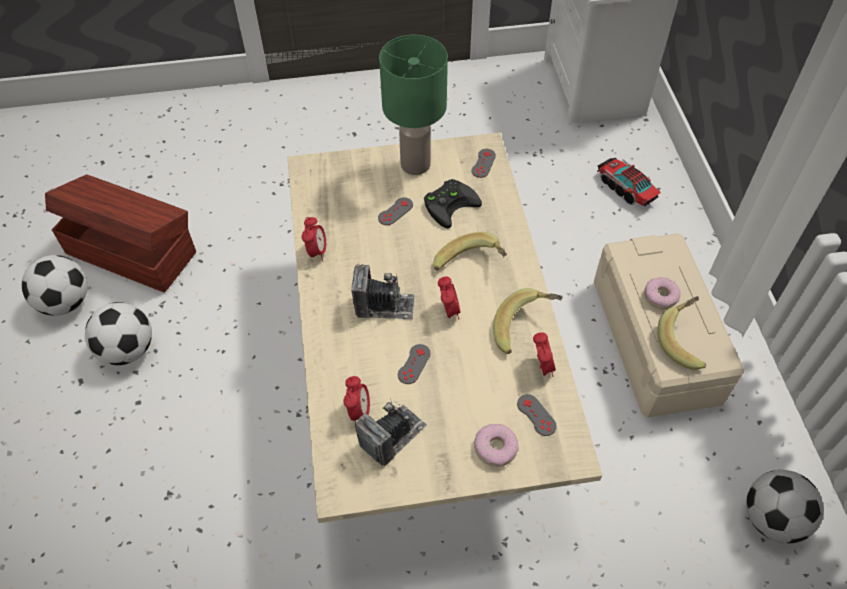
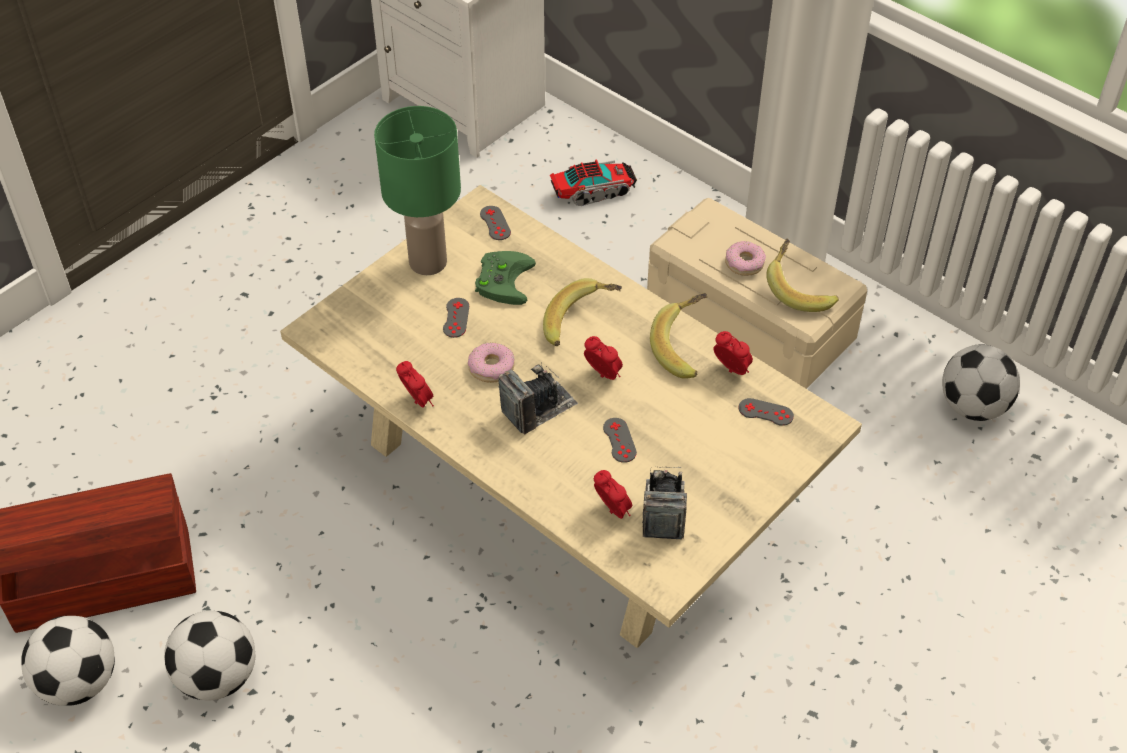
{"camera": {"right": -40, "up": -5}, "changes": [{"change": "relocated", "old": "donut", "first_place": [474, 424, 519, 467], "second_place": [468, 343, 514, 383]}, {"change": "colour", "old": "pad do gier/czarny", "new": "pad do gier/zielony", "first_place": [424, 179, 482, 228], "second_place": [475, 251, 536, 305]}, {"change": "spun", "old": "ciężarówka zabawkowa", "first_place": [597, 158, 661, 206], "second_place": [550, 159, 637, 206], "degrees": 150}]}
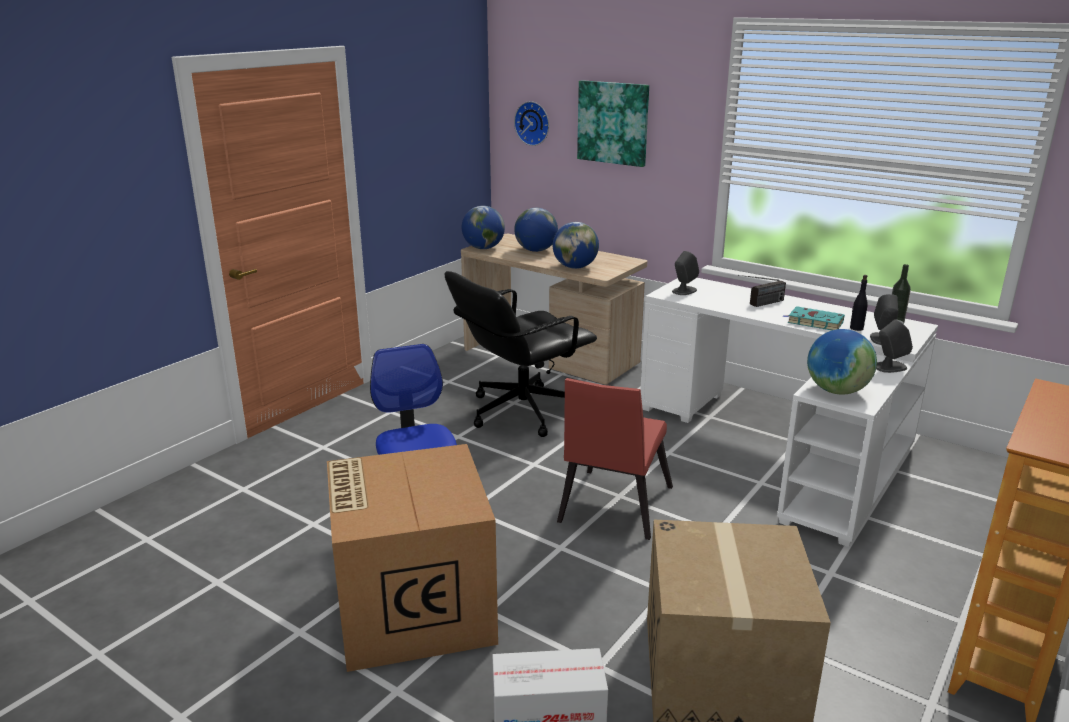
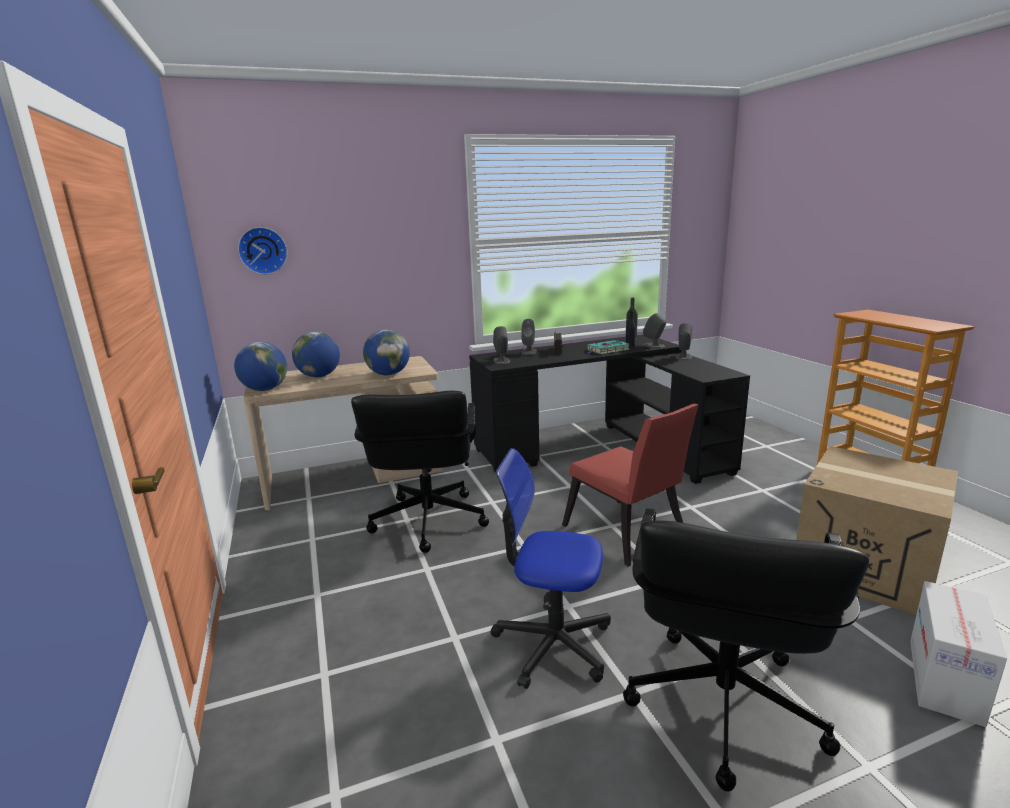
{"camera": {"right": -55, "up": -5}, "changes": [{"change": "missing", "old": "obraz", "first_place": [577, 80, 649, 167]}, {"change": "missing", "old": "globus", "first_place": [807, 329, 877, 395]}, {"change": "appeared", "new": "głośnik/szary", "second_place": [521, 319, 537, 355]}, {"change": "exchanged", "old": "karton", "new": "krzesło biurowe/czarny", "first_place": [327, 444, 498, 672], "second_place": [623, 508, 869, 791]}, {"change": "colour", "old": "biurko/biały", "new": "biurko/czarny", "first_place": [640, 278, 938, 547], "second_place": [469, 335, 750, 484]}]}
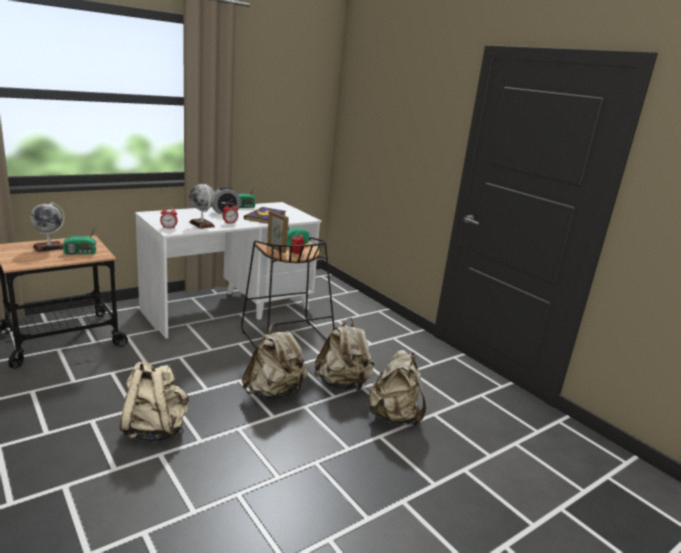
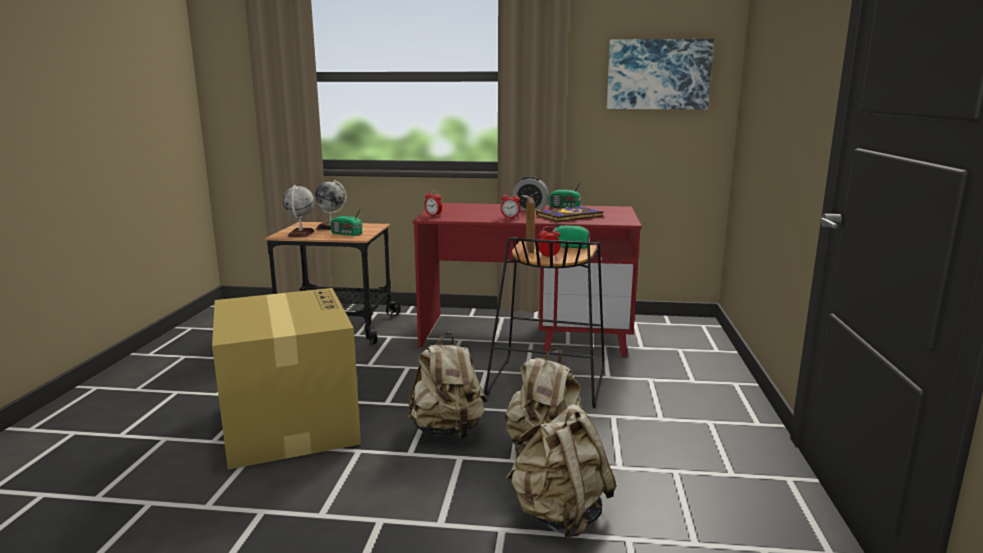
{"camera": {"right": 45, "up": -5}, "changes": [{"change": "appeared", "new": "obraz", "second_place": [607, 39, 714, 109]}, {"change": "relocated", "old": "globus", "first_place": [189, 184, 216, 229], "second_place": [283, 185, 314, 237]}, {"change": "exchanged", "old": "plecak/beżowy", "new": "karton", "first_place": [120, 361, 189, 442], "second_place": [212, 288, 361, 470]}, {"change": "colour", "old": "biurko/biały", "new": "biurko/czerwony", "first_place": [135, 202, 321, 339], "second_place": [413, 203, 642, 358]}]}
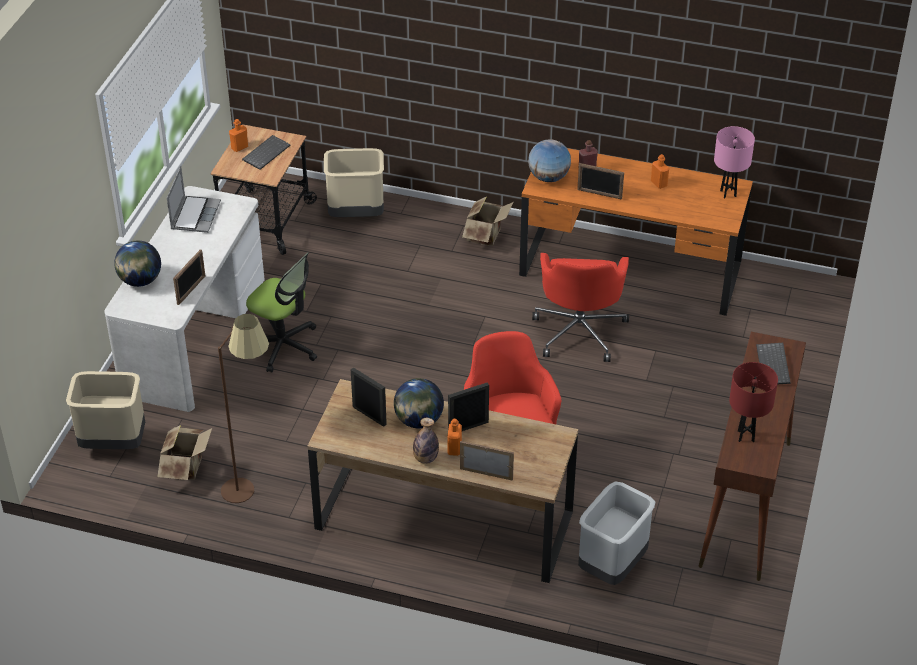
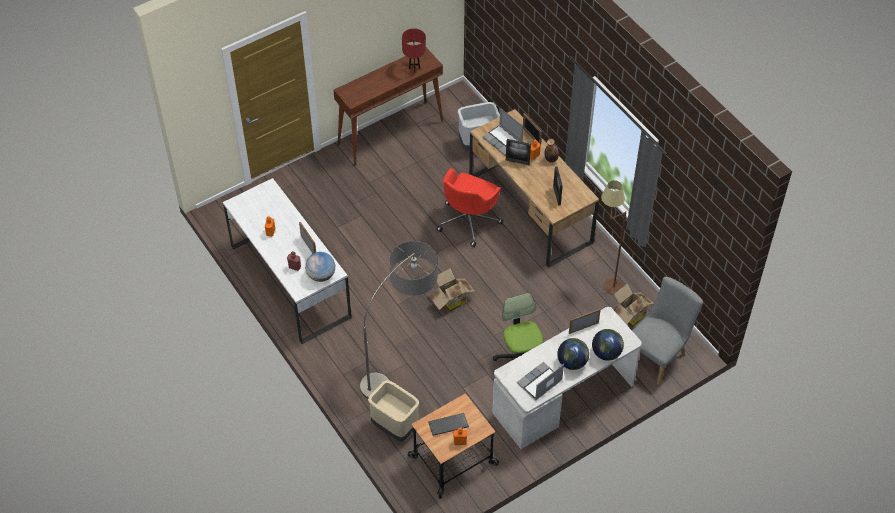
{"camera": {"right": -140, "up": 10}, "changes": [{"change": "missing", "old": "krzesło biurowe/czerwony", "first_place": [532, 253, 629, 362]}, {"change": "missing", "old": "lampa stołowa/różowy", "first_place": [714, 126, 755, 199]}, {"change": "missing", "old": "klawiatura", "first_place": [756, 343, 790, 385]}, {"change": "appeared", "new": "lampa stojąca", "second_place": [360, 241, 438, 399]}, {"change": "appeared", "new": "laptop", "second_place": [482, 108, 523, 155]}, {"change": "relocated", "old": "globus", "first_place": [394, 378, 444, 428], "second_place": [557, 338, 589, 370]}, {"change": "relocated", "old": "karton", "first_place": [462, 196, 514, 246], "second_place": [429, 268, 475, 312]}, {"change": "exchanged", "old": "kosz na śmieci/beżowy", "new": "krzesło/szary", "first_place": [66, 371, 145, 449], "second_place": [632, 277, 703, 385]}, {"change": "colour", "old": "biurko/pomarańczowy", "new": "biurko/biały", "first_place": [519, 148, 753, 316], "second_place": [223, 178, 351, 344]}]}
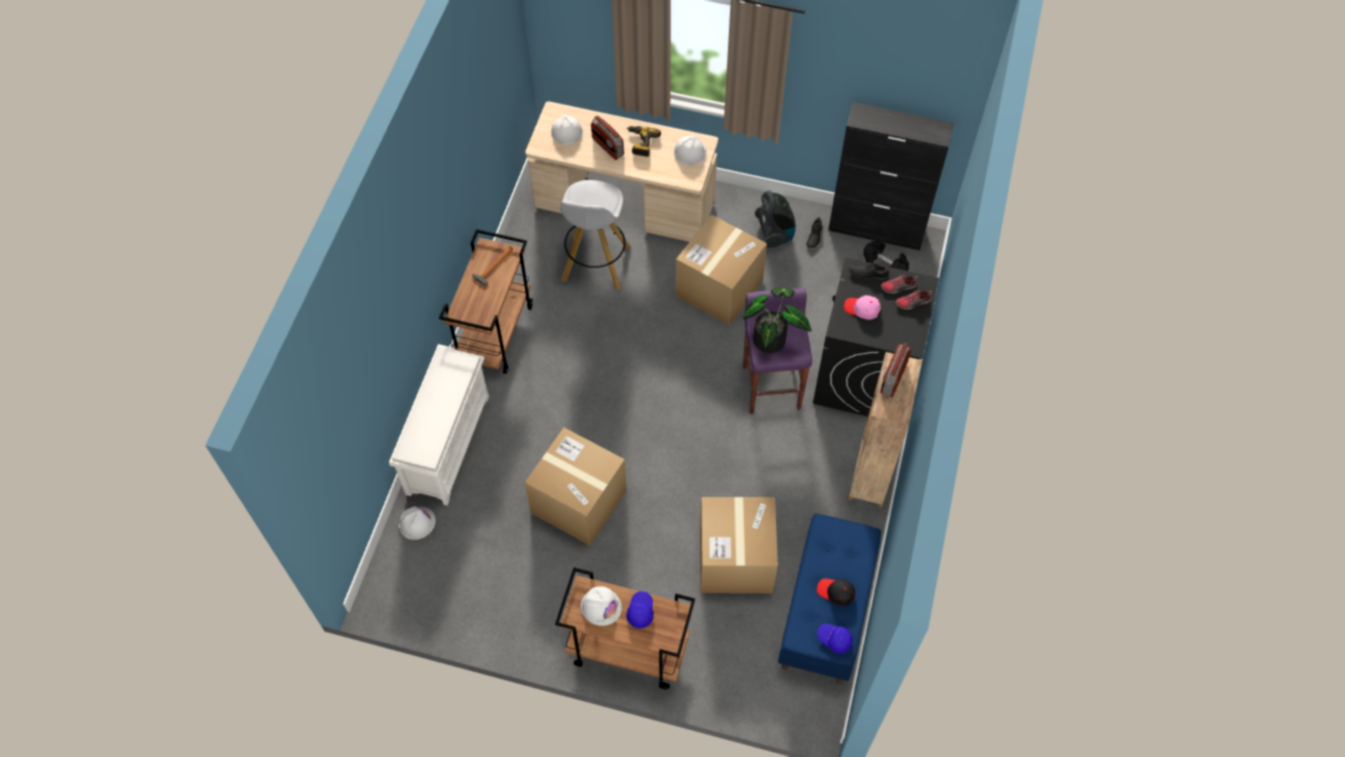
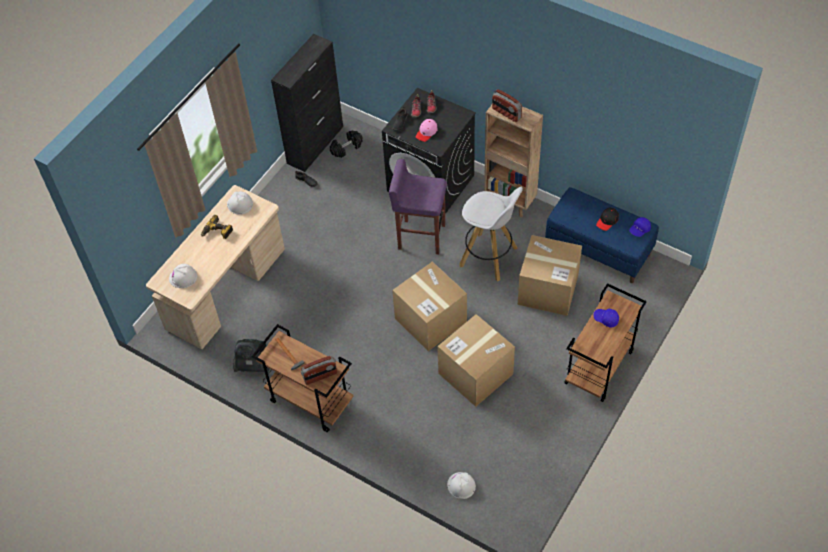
{"camera": {"right": -70, "up": -5}, "changes": [{"change": "missing", "old": "regał na buty/biały", "first_place": [389, 344, 489, 506]}, {"change": "missing", "old": "kask/biały", "first_place": [581, 586, 622, 626]}, {"change": "missing", "old": "roślina doniczkowa", "first_place": [743, 287, 811, 353]}, {"change": "relocated", "old": "stołek/biały", "first_place": [560, 180, 631, 290], "second_place": [459, 187, 523, 282]}, {"change": "relocated", "old": "radio", "first_place": [591, 116, 624, 160], "second_place": [301, 356, 337, 385]}, {"change": "relocated", "old": "karton", "first_place": [675, 214, 767, 325], "second_place": [392, 262, 467, 351]}, {"change": "relocated", "old": "odkurzacz", "first_place": [755, 190, 796, 248], "second_place": [233, 339, 270, 372]}]}
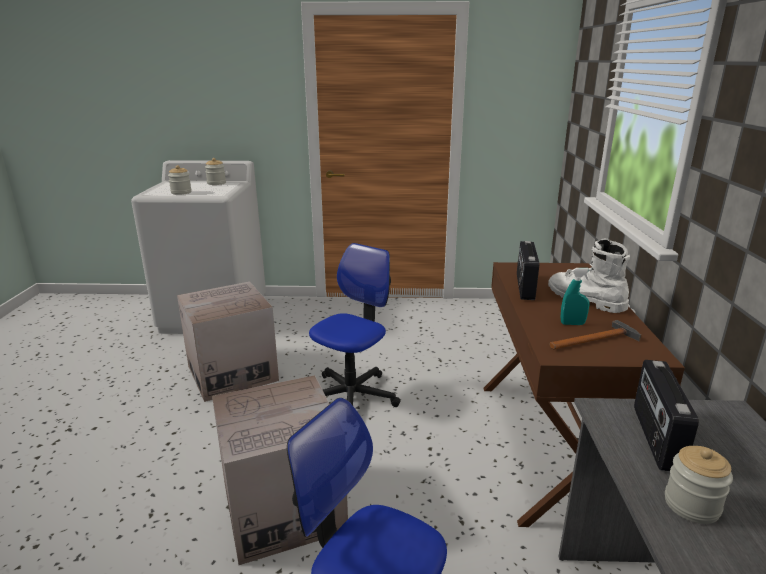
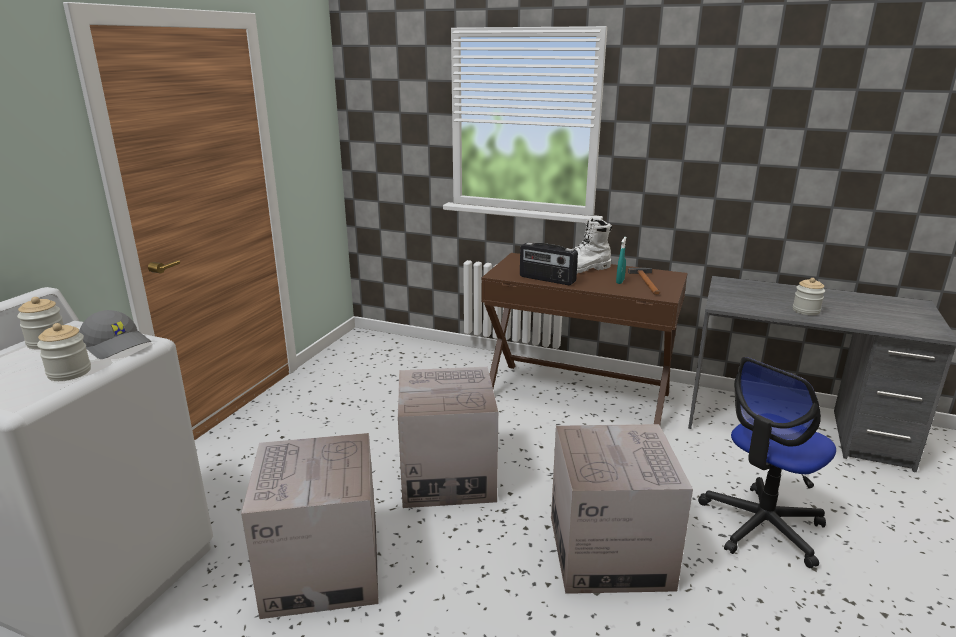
{"camera": {"right": -70, "up": 0}, "changes": [{"change": "missing", "old": "radio", "first_place": [634, 360, 699, 471]}, {"change": "appeared", "new": "czapka z daszkiem/szary", "second_place": [79, 310, 152, 359]}, {"change": "exchanged", "old": "krzesło biurowe", "new": "karton", "first_place": [309, 243, 401, 407], "second_place": [398, 367, 498, 508]}]}
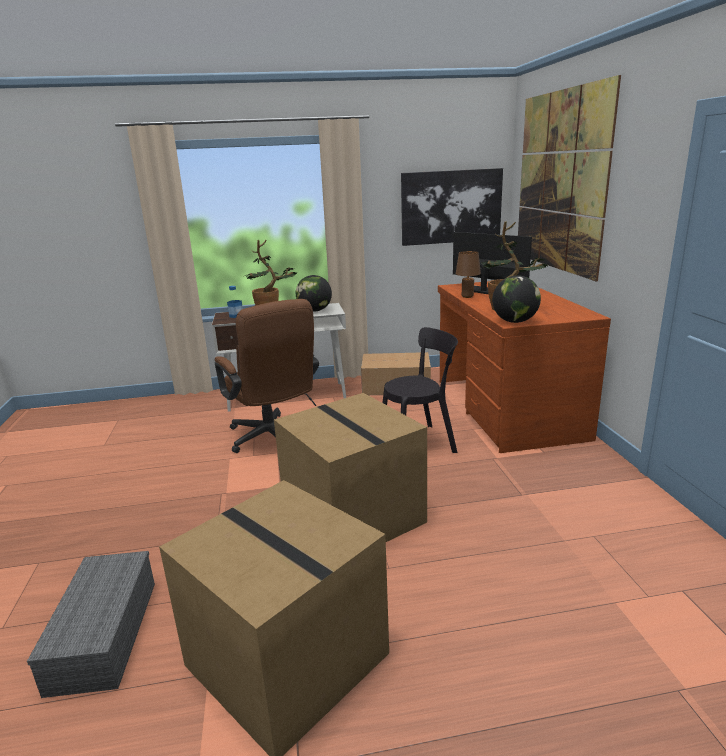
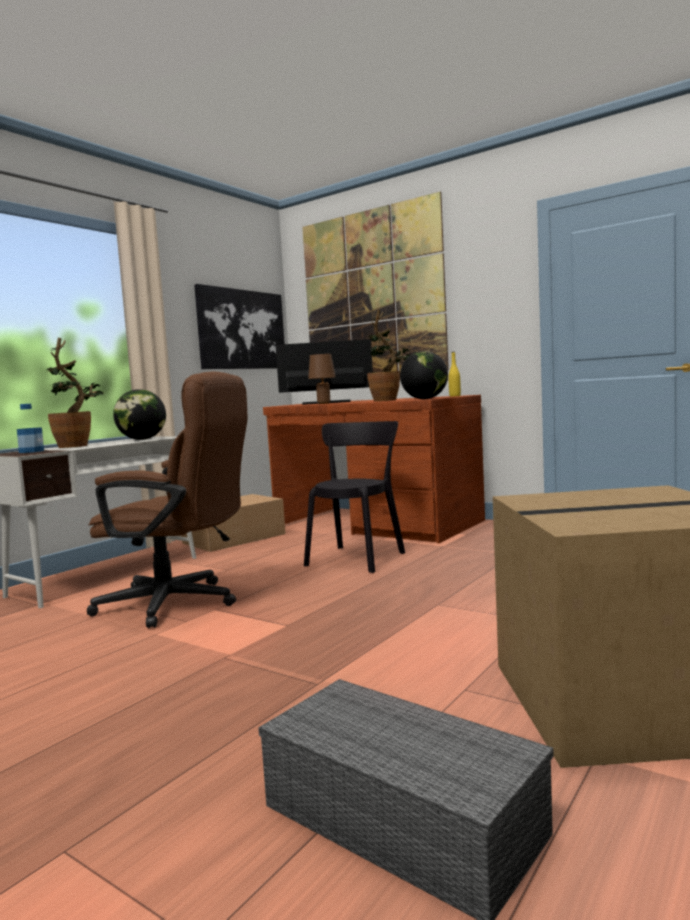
{"camera": {"right": -45, "up": -15}, "changes": [{"change": "missing", "old": "karton", "first_place": [274, 393, 427, 542]}, {"change": "appeared", "new": "butelka/żółty", "second_place": [448, 352, 461, 397]}]}
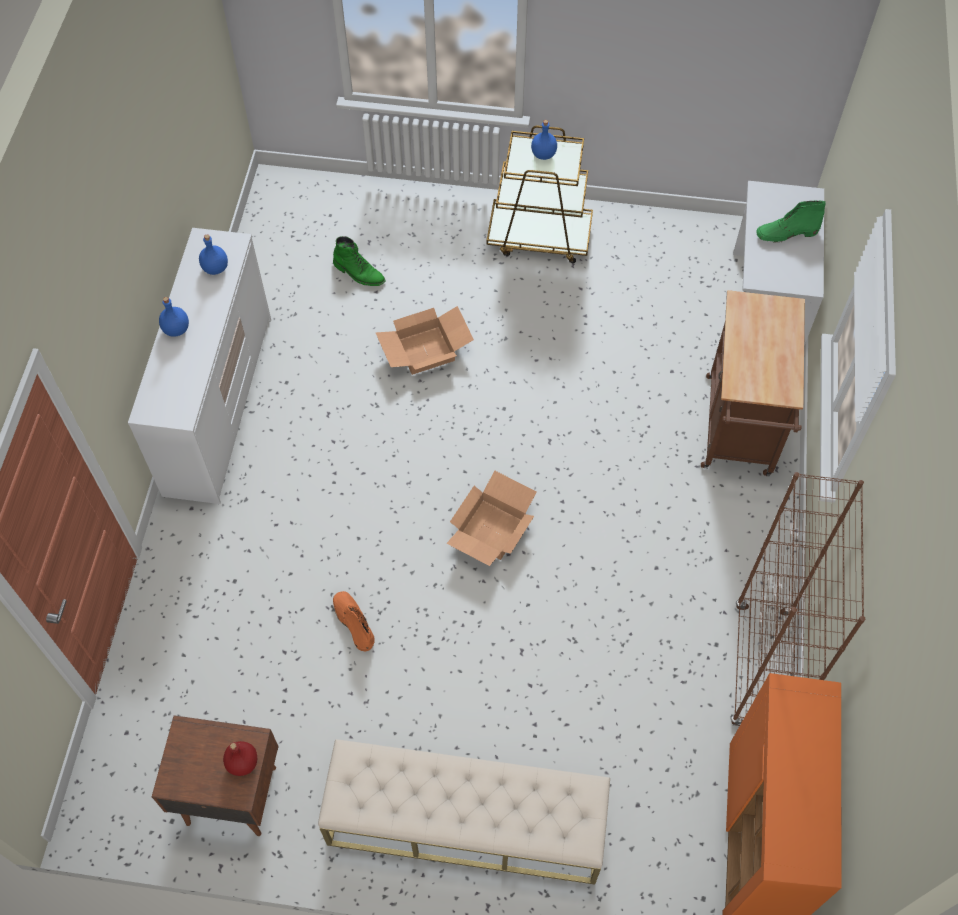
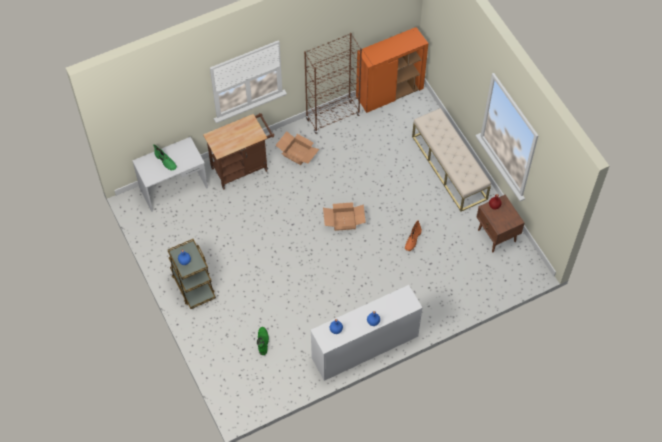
{"camera": {"right": -125, "up": 0}, "changes": [{"change": "relocated", "old": "karton", "first_place": [375, 306, 474, 375], "second_place": [276, 131, 319, 165]}]}
